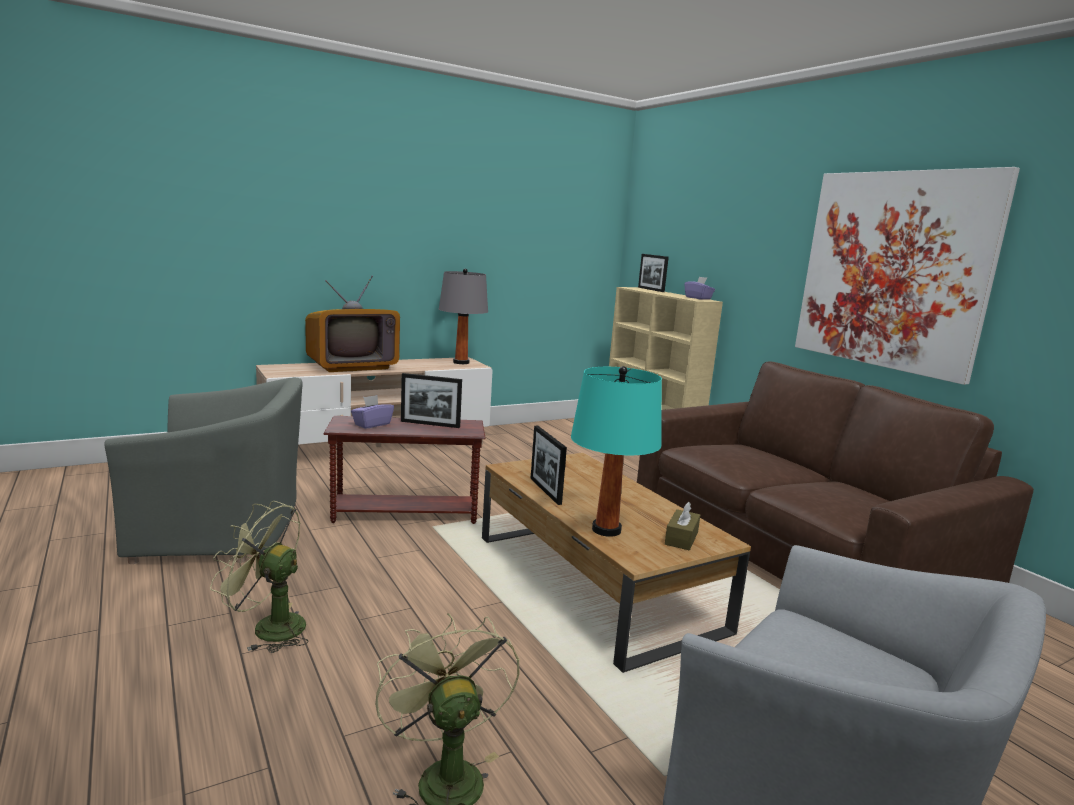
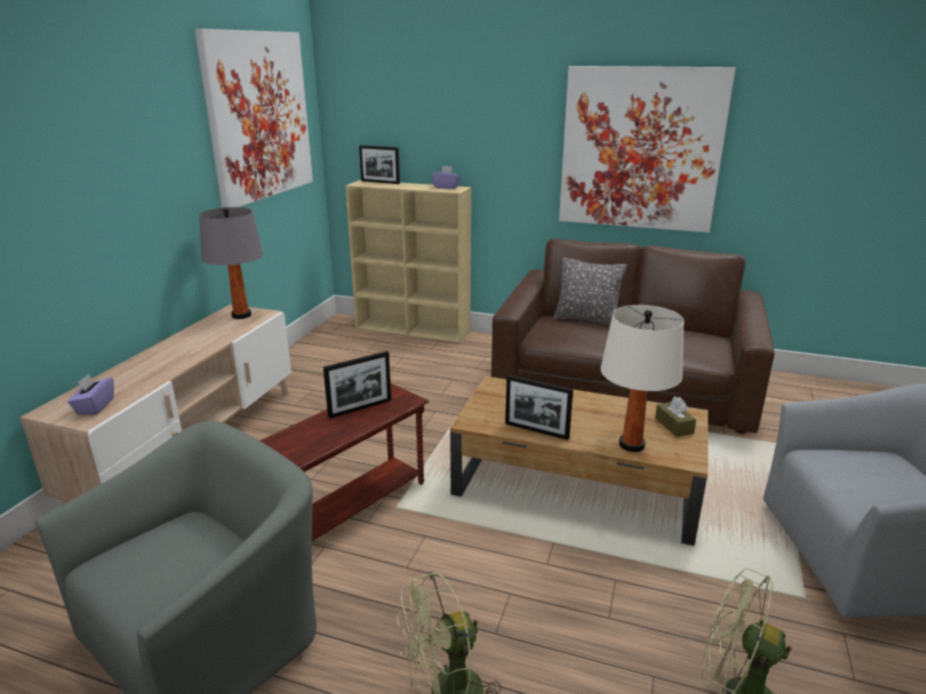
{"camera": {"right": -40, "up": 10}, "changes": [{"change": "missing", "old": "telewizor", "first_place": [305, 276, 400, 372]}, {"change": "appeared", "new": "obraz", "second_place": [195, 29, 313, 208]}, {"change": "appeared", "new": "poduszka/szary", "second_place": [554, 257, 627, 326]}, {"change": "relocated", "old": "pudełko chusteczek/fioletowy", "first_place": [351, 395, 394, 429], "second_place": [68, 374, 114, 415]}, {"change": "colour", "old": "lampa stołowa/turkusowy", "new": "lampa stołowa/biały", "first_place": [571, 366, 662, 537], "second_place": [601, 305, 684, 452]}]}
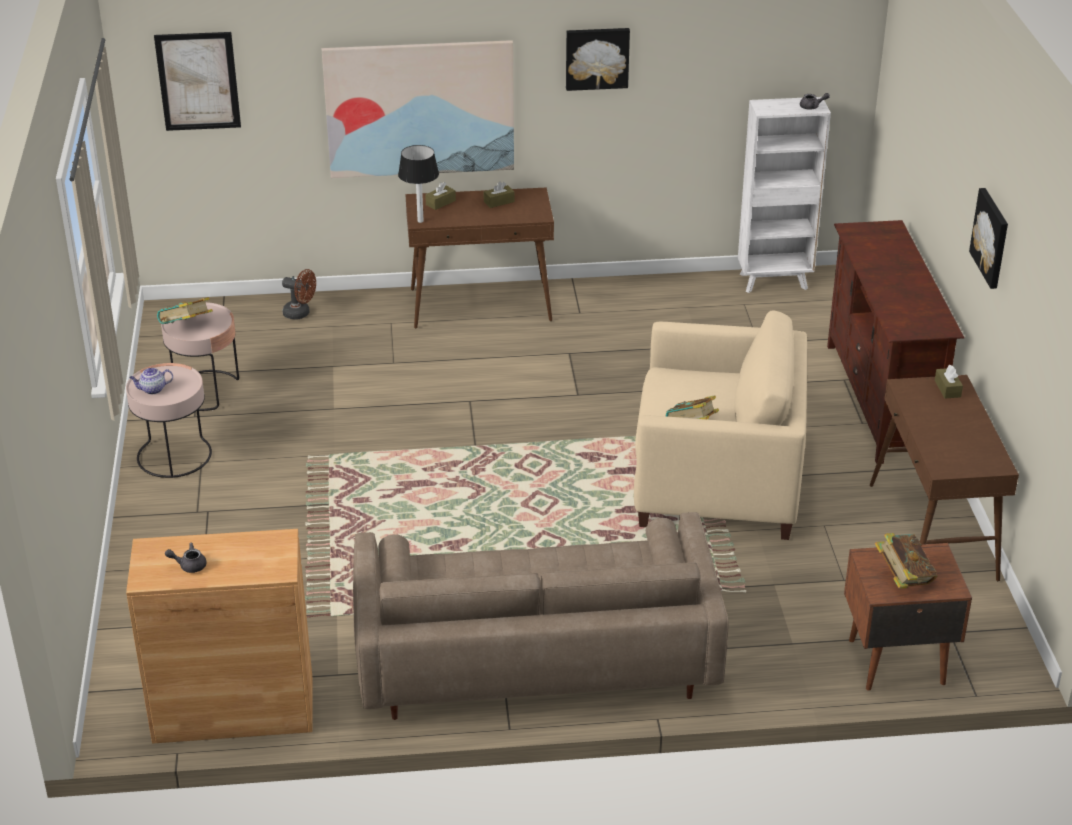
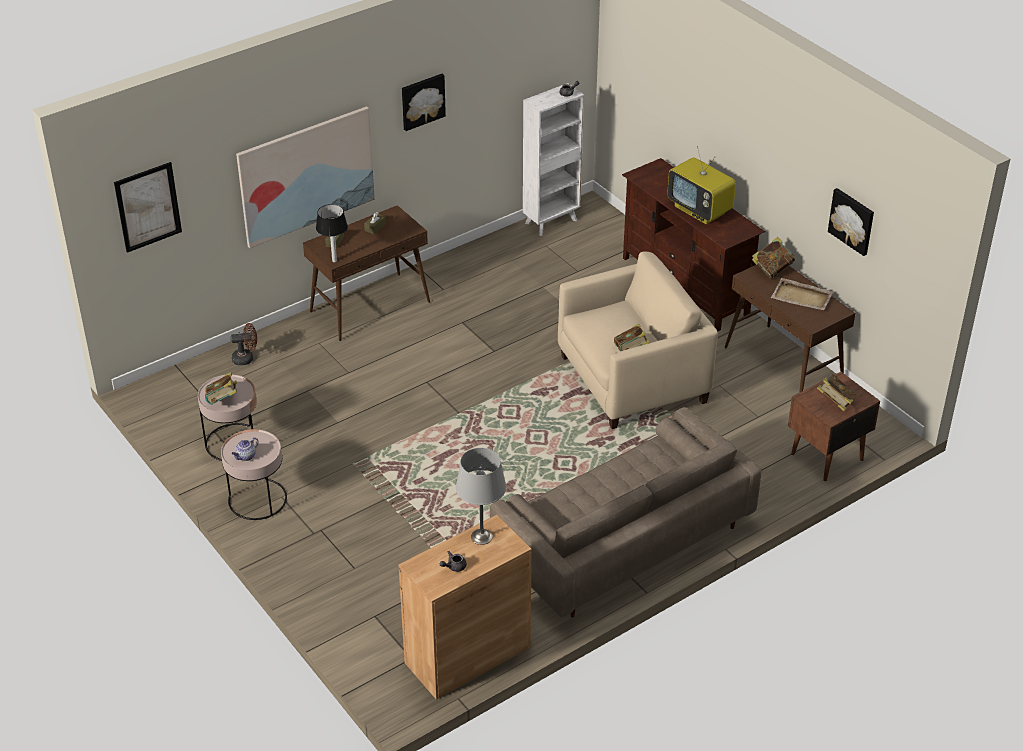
{"camera": {"right": -30, "up": 5}, "changes": [{"change": "appeared", "new": "lampa stołowa/szary", "second_place": [456, 448, 506, 545]}, {"change": "appeared", "new": "telewizor", "second_place": [667, 146, 736, 224]}, {"change": "appeared", "new": "taca/beżowy", "second_place": [771, 278, 834, 310]}, {"change": "relocated", "old": "obraz", "first_place": [969, 188, 1008, 289], "second_place": [828, 188, 874, 256]}, {"change": "exchanged", "old": "pudełko chusteczek/brązowy", "new": "książka", "first_place": [935, 364, 963, 399], "second_place": [752, 237, 795, 279]}]}
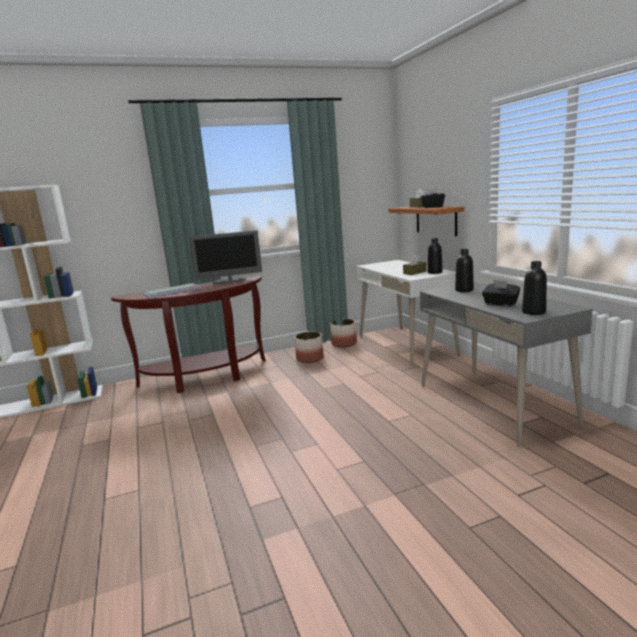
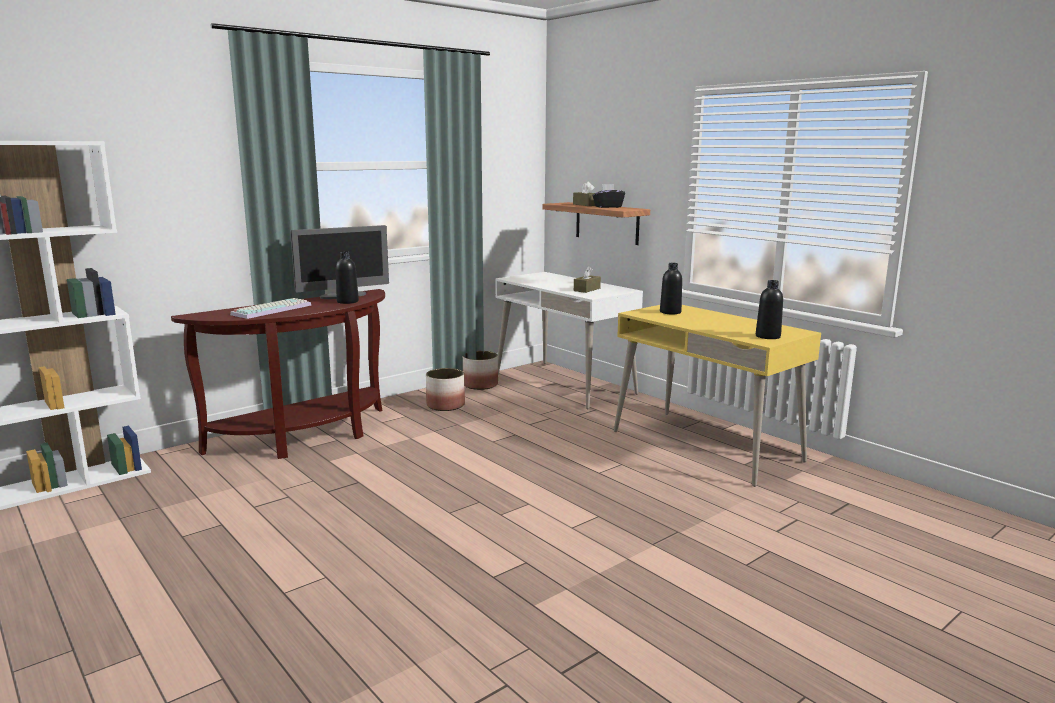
{"camera": {"right": -20, "up": 0}, "changes": [{"change": "missing", "old": "pudełko chusteczek/czarny", "first_place": [482, 280, 521, 306]}, {"change": "relocated", "old": "butelka/czarny", "first_place": [428, 238, 443, 274], "second_place": [336, 252, 359, 304]}, {"change": "colour", "old": "biurko/szary", "new": "biurko/żółty", "first_place": [420, 282, 593, 447], "second_place": [614, 305, 821, 487]}]}
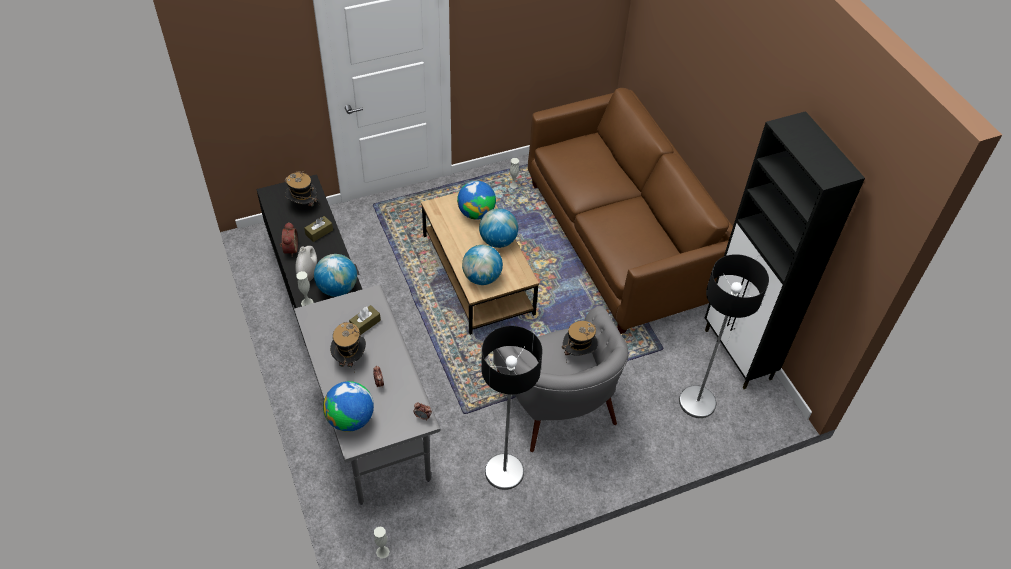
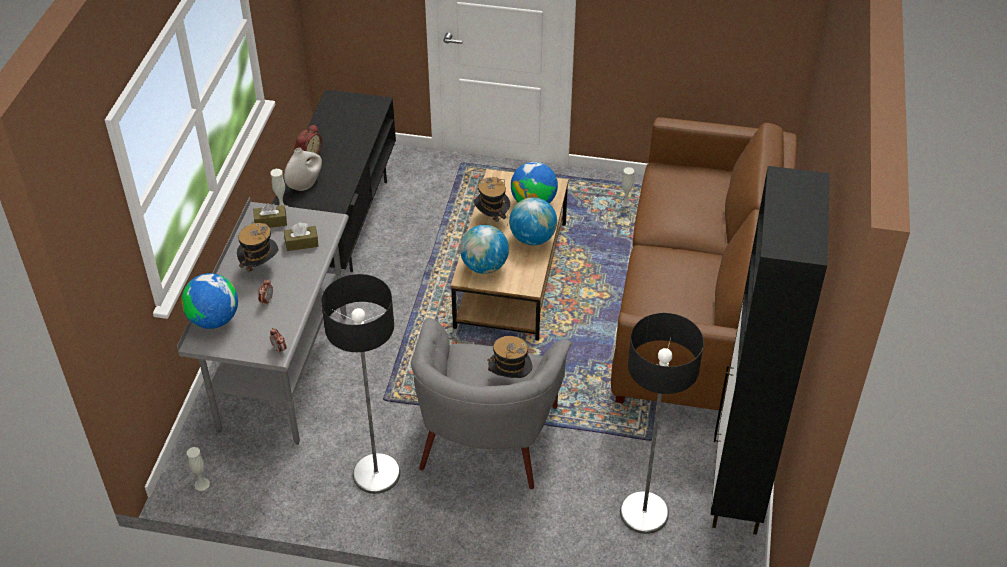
{"camera": {"right": 35, "up": -5}, "changes": [{"change": "missing", "old": "globus", "first_place": [314, 254, 357, 297]}, {"change": "relocated", "old": "kapelusz", "first_place": [285, 171, 318, 206], "second_place": [474, 177, 510, 225]}, {"change": "relocated", "old": "pudełko chusteczek/brązowy", "first_place": [304, 216, 333, 242], "second_place": [253, 203, 287, 228]}]}
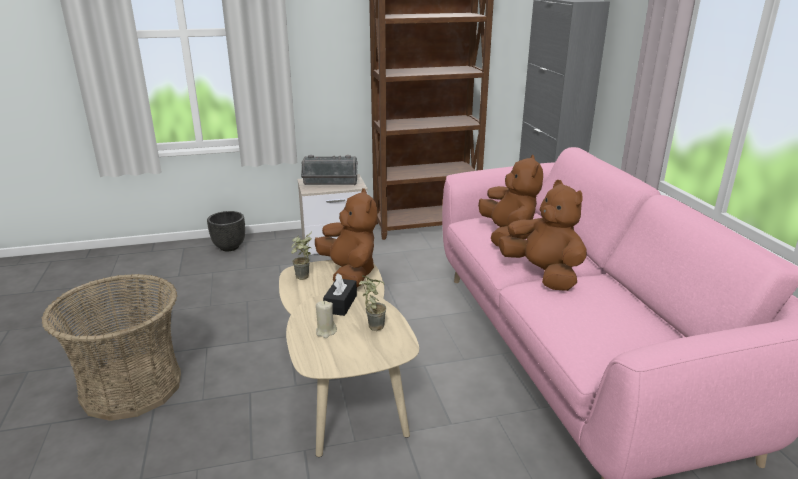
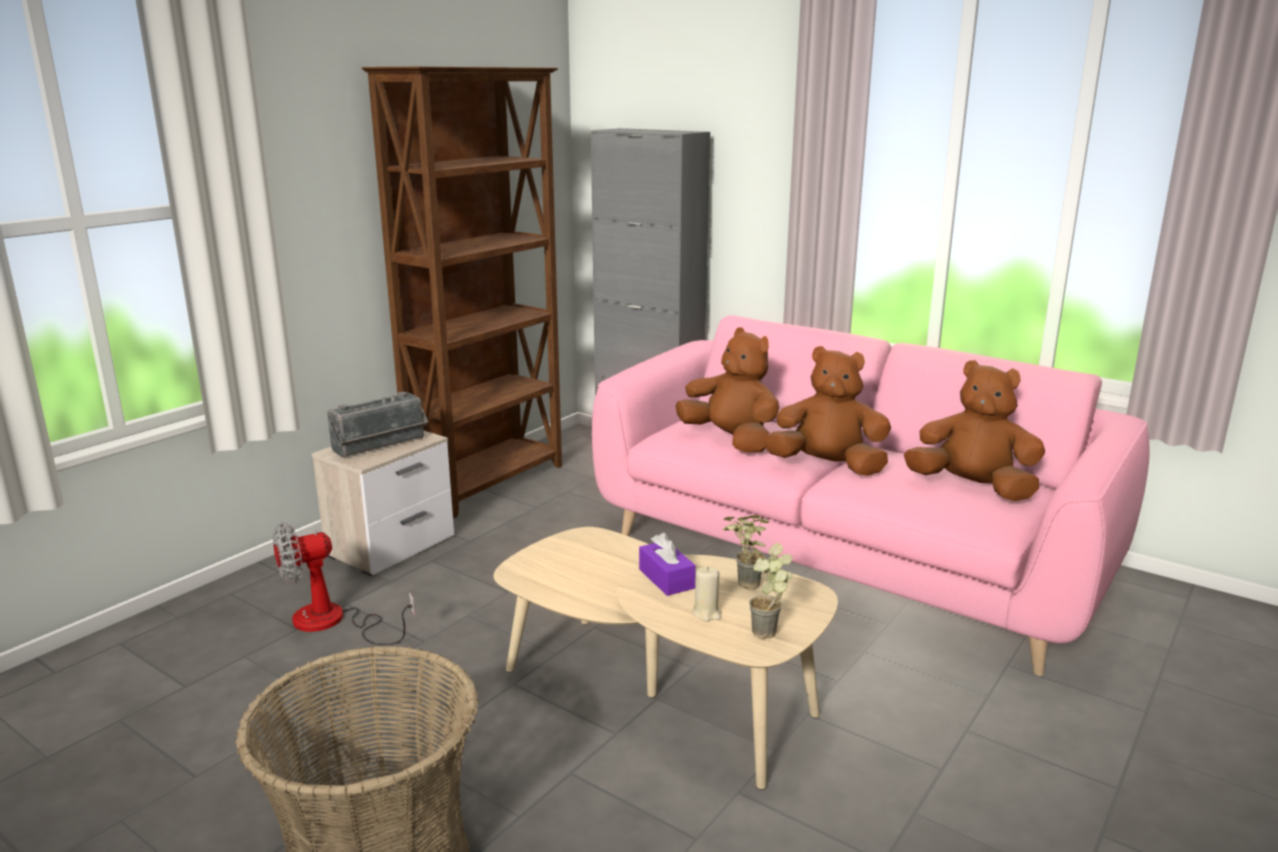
{"camera": {"right": -40, "up": -5}, "changes": [{"change": "missing", "old": "donica/czarny", "first_place": [207, 211, 245, 251]}, {"change": "appeared", "new": "wentylator", "second_place": [273, 522, 415, 645]}, {"change": "relocated", "old": "roślina doniczkowa", "first_place": [291, 232, 312, 280], "second_place": [749, 543, 793, 639]}, {"change": "relocated", "old": "pluszak/brązowy", "first_place": [315, 188, 378, 287], "second_place": [904, 360, 1045, 501]}, {"change": "colour", "old": "pudełko chusteczek/czarny", "new": "pudełko chusteczek/fioletowy", "first_place": [323, 273, 357, 316], "second_place": [639, 533, 696, 596]}]}
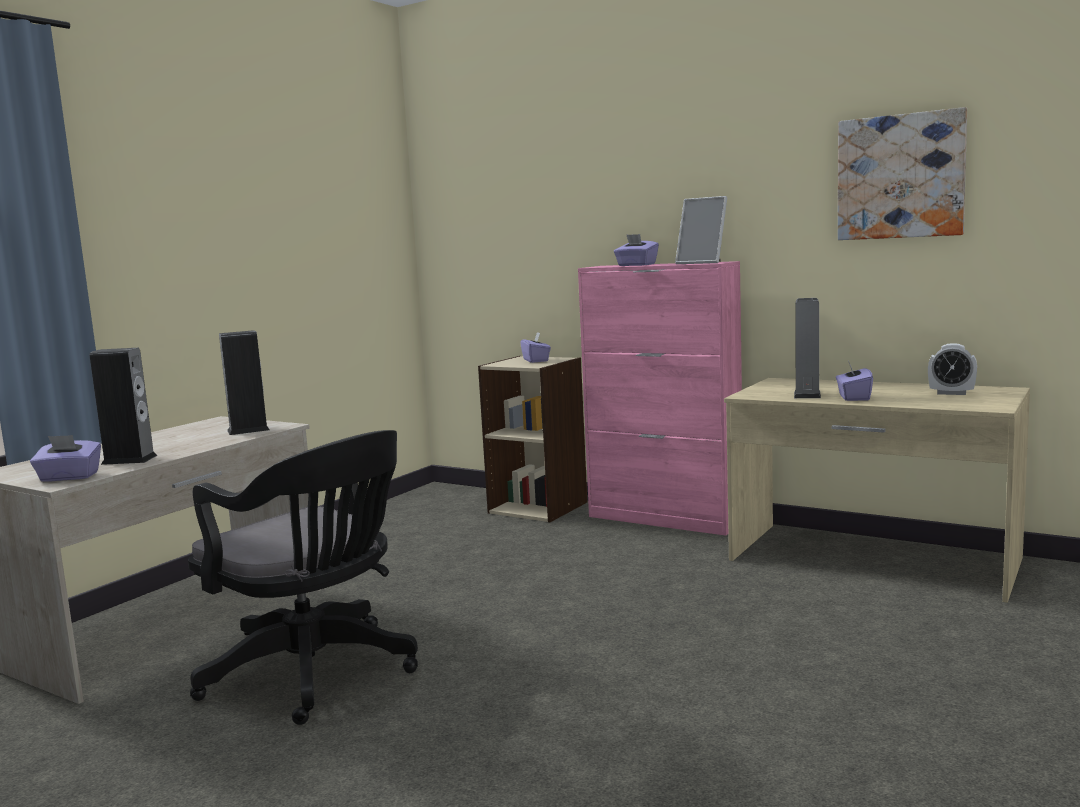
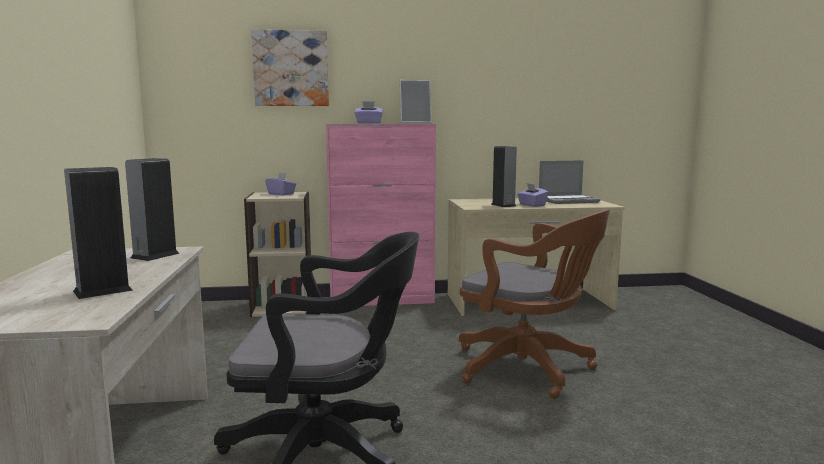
{"camera": {"right": -40, "up": 0}, "changes": [{"change": "missing", "old": "pudełko chusteczek/fioletowy", "first_place": [30, 435, 101, 482]}, {"change": "appeared", "new": "krzesło biurowe/brązowy", "second_place": [459, 209, 610, 398]}, {"change": "relocated", "old": "obraz", "first_place": [838, 107, 967, 240], "second_place": [252, 29, 329, 106]}, {"change": "exchanged", "old": "budzik", "new": "laptop", "first_place": [928, 343, 977, 395], "second_place": [539, 160, 600, 204]}]}
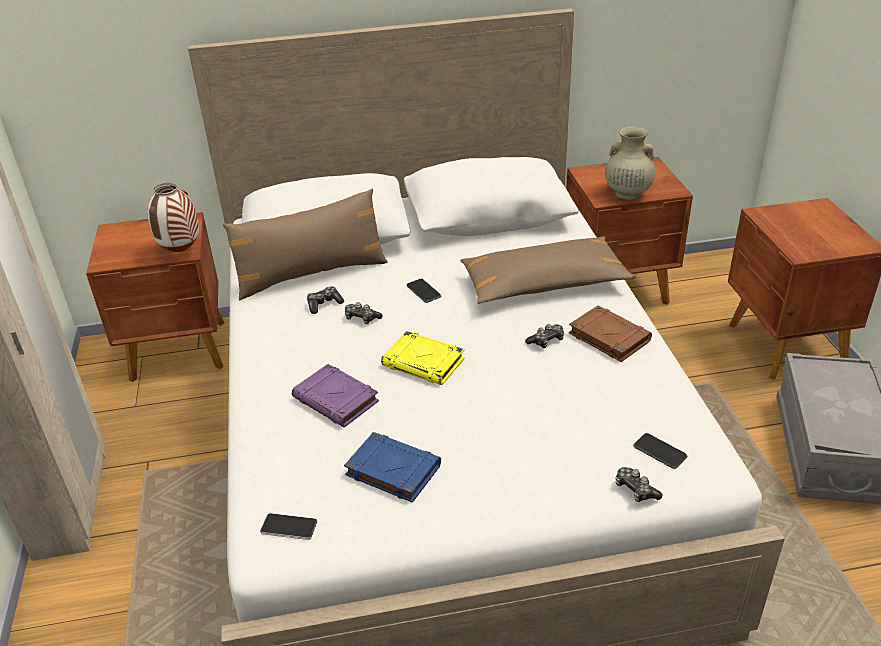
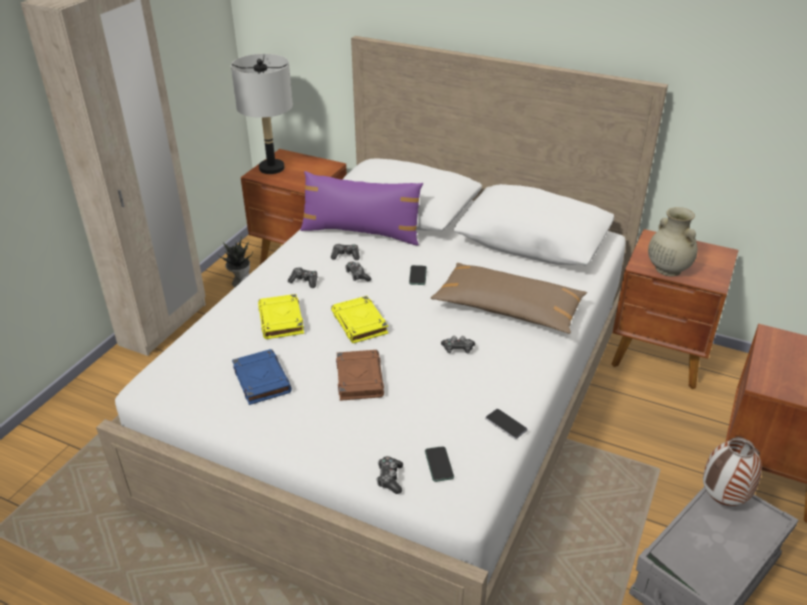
{"camera": {"right": 35, "up": 0}, "changes": [{"change": "appeared", "new": "roślina doniczkowa", "second_place": [218, 236, 253, 287]}, {"change": "appeared", "new": "lampa stołowa/szary", "second_place": [231, 54, 293, 174]}, {"change": "appeared", "new": "pad do gier", "second_place": [288, 267, 317, 288]}, {"change": "relocated", "old": "wazon", "first_place": [147, 183, 199, 252], "second_place": [703, 437, 762, 506]}, {"change": "relocated", "old": "telefon", "first_place": [260, 513, 318, 540], "second_place": [485, 409, 528, 439]}, {"change": "relocated", "old": "książka/brązowy", "first_place": [569, 305, 652, 362], "second_place": [336, 350, 384, 401]}, {"change": "colour", "old": "poduszka/brązowy", "new": "poduszka/fioletowy", "first_place": [223, 189, 388, 300], "second_place": [300, 171, 423, 245]}, {"change": "colour", "old": "książka/fioletowy", "new": "książka/żółty", "first_place": [292, 364, 379, 427], "second_place": [258, 294, 304, 339]}]}
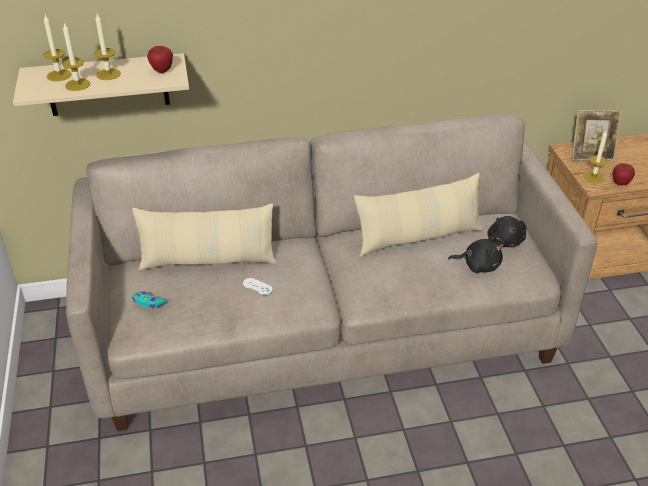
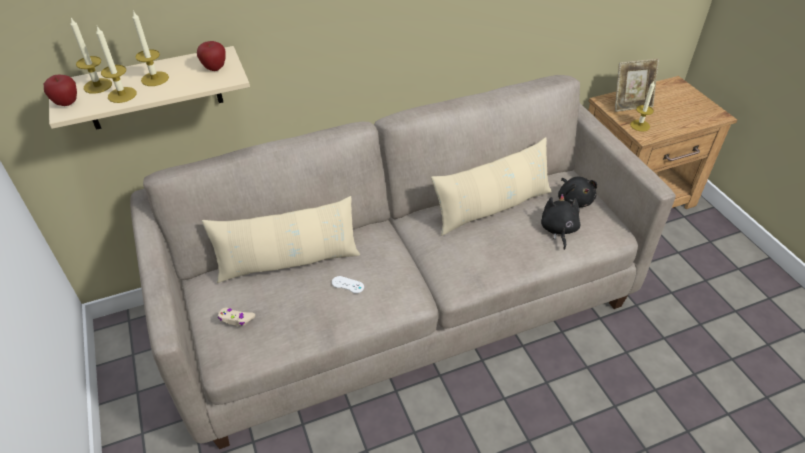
{"camera": {"right": -10, "up": 5}, "changes": [{"change": "relocated", "old": "jabłko", "first_place": [613, 163, 635, 185], "second_place": [44, 74, 77, 106]}, {"change": "colour", "old": "pad do gier/turkusowy", "new": "pad do gier/beżowy", "first_place": [132, 291, 167, 308], "second_place": [218, 308, 255, 326]}, {"change": "spun", "old": "pluszak/czarny", "first_place": [448, 235, 504, 273], "second_place": [541, 194, 580, 250], "degrees": -90}]}
